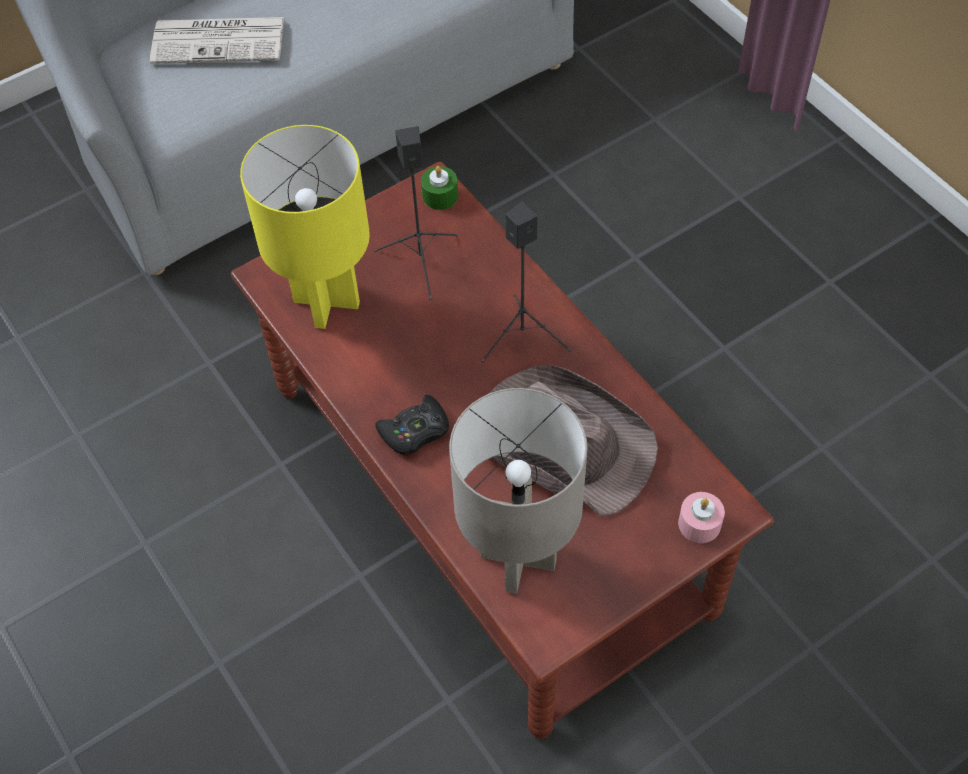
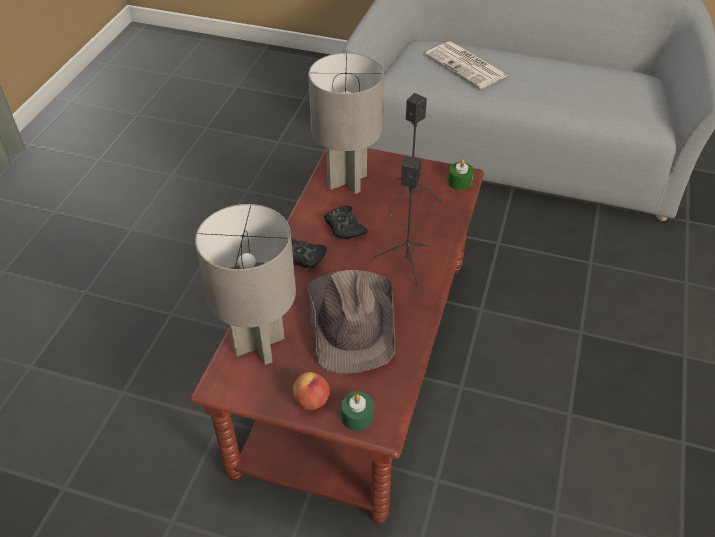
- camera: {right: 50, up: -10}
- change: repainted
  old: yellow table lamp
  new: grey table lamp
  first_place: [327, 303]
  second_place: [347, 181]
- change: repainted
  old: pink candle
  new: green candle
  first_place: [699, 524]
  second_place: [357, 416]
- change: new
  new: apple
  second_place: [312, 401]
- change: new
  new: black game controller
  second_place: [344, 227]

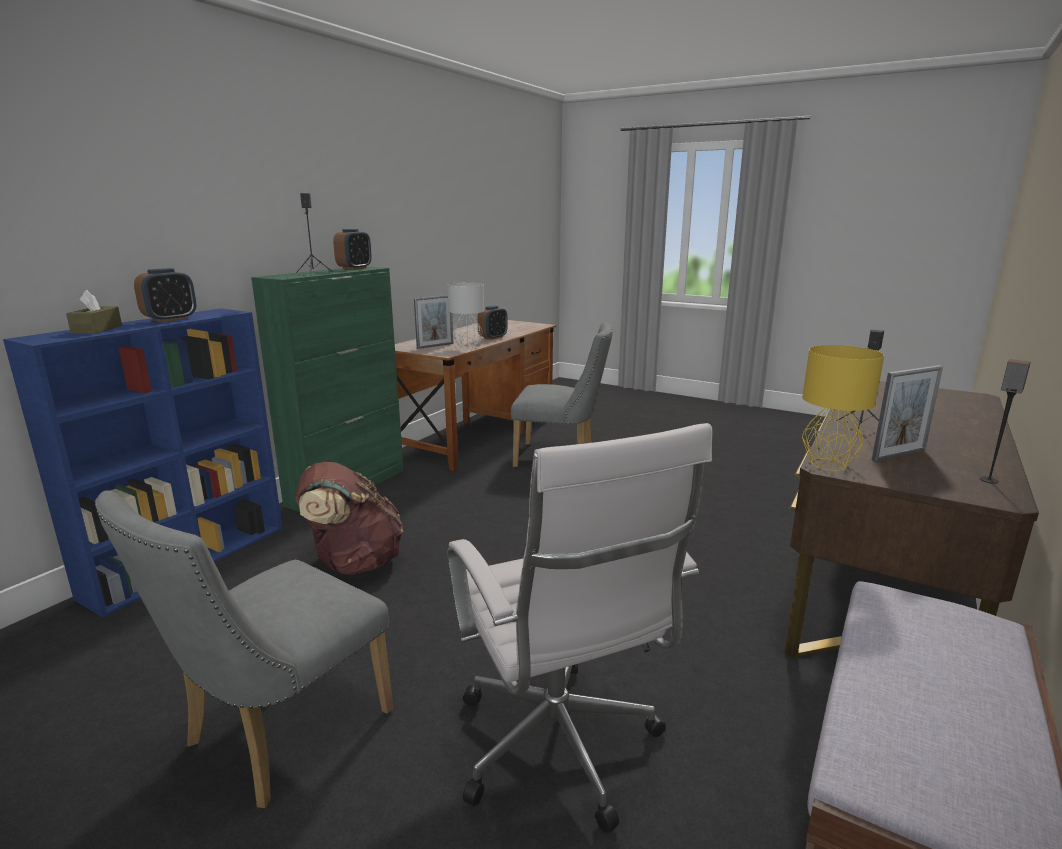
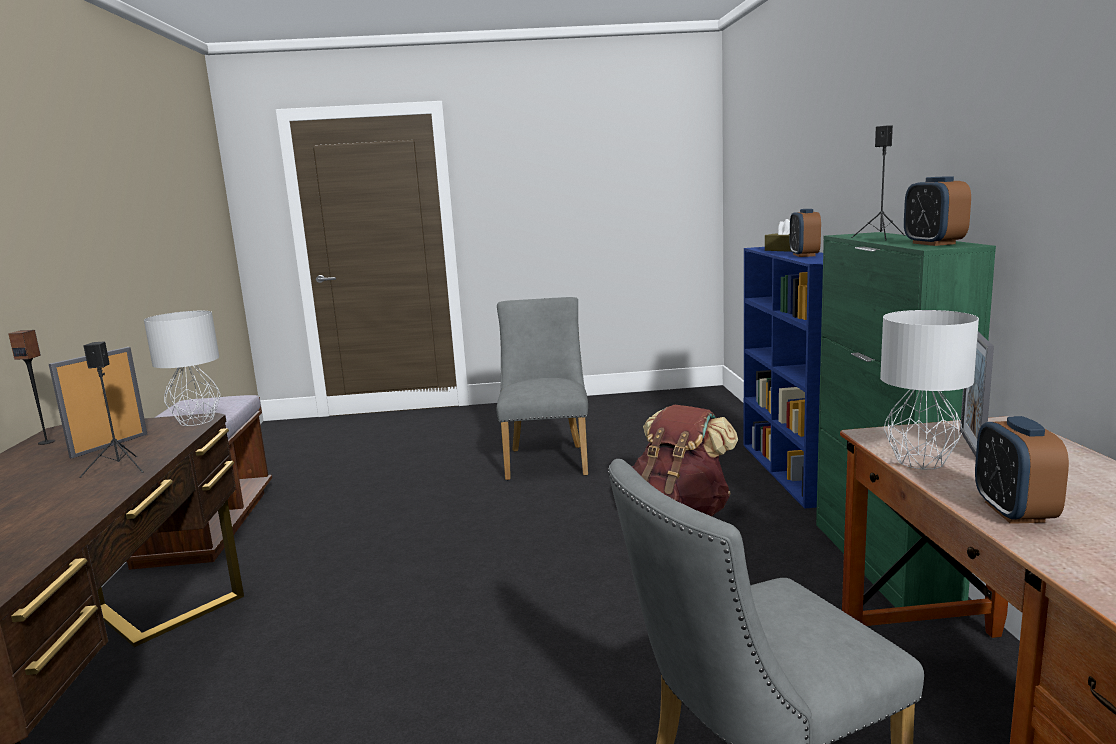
- camera: {right: 145, up: -5}
- change: gone
  old: white office chair
  first_place: [560, 750]
- change: repainted
  old: yellow table lamp
  new: grey table lamp
  first_place: [829, 464]
  second_place: [195, 421]

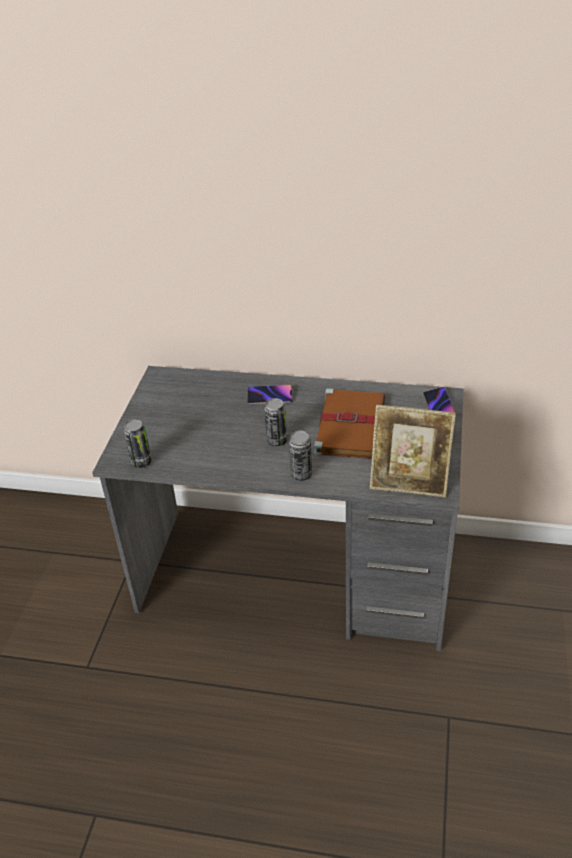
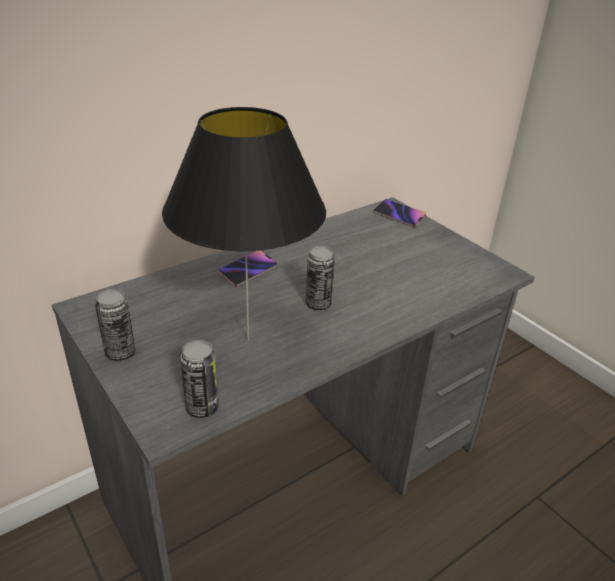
- camera: {right: -50, up: -5}
- change: shifted
  old: can
  first_place: [301, 474]
  second_place: [120, 353]
- change: gone
  old: brown book
  first_place: [350, 425]
- change: gone
  old: picture frame
  first_place: [409, 483]
- change: new
  new: black table lamp
  second_place: [249, 340]

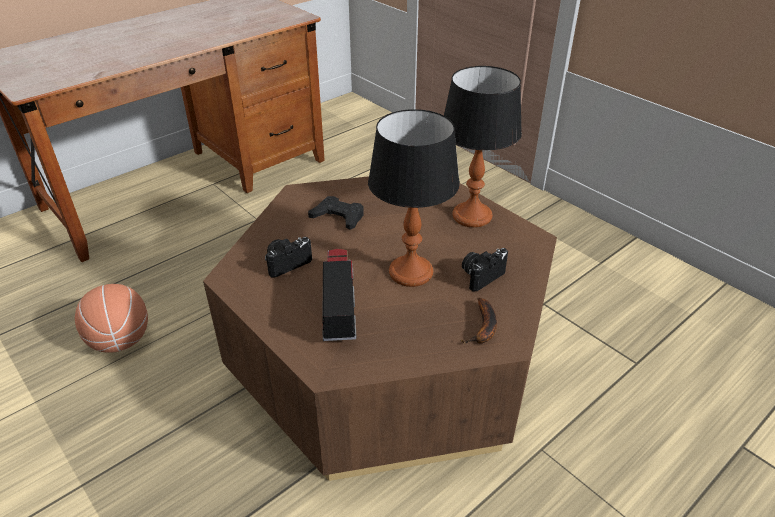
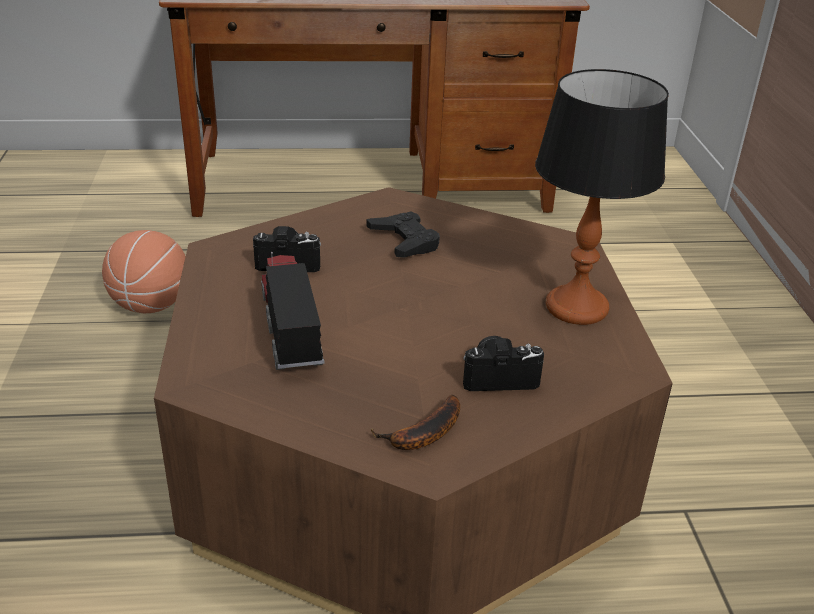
- camera: {right: 35, up: -5}
- change: rotated
  old: toy truck
  first_place: [339, 303]
  second_place: [290, 326]
  degrees: -45
- change: gone
  old: table lamp
  first_place: [410, 273]

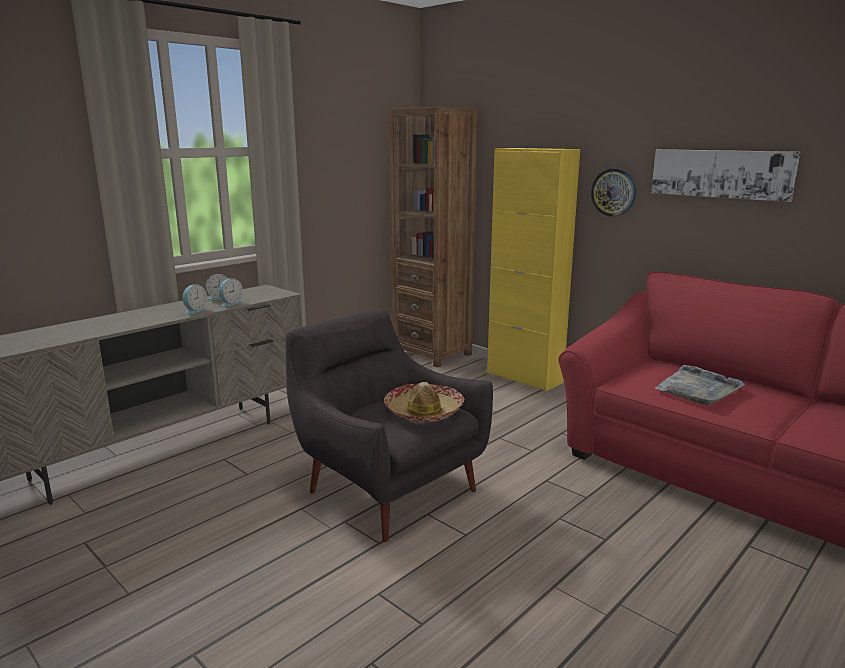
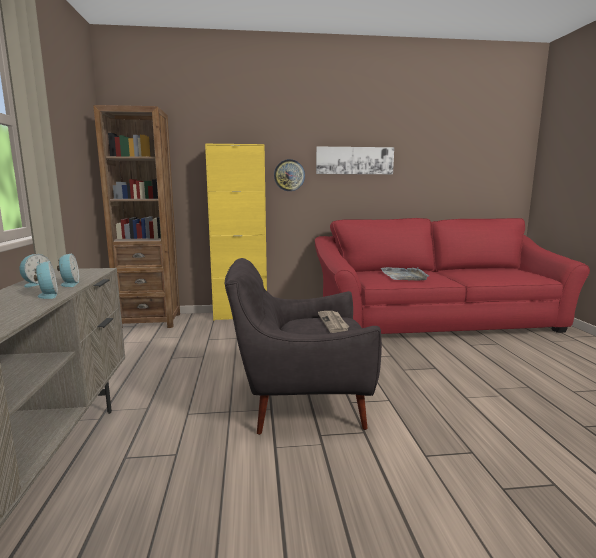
- camera: {right: -50, up: -5}
- change: swapped
  old: hat
  new: newspaper
  first_place: [424, 411]
  second_place: [333, 323]

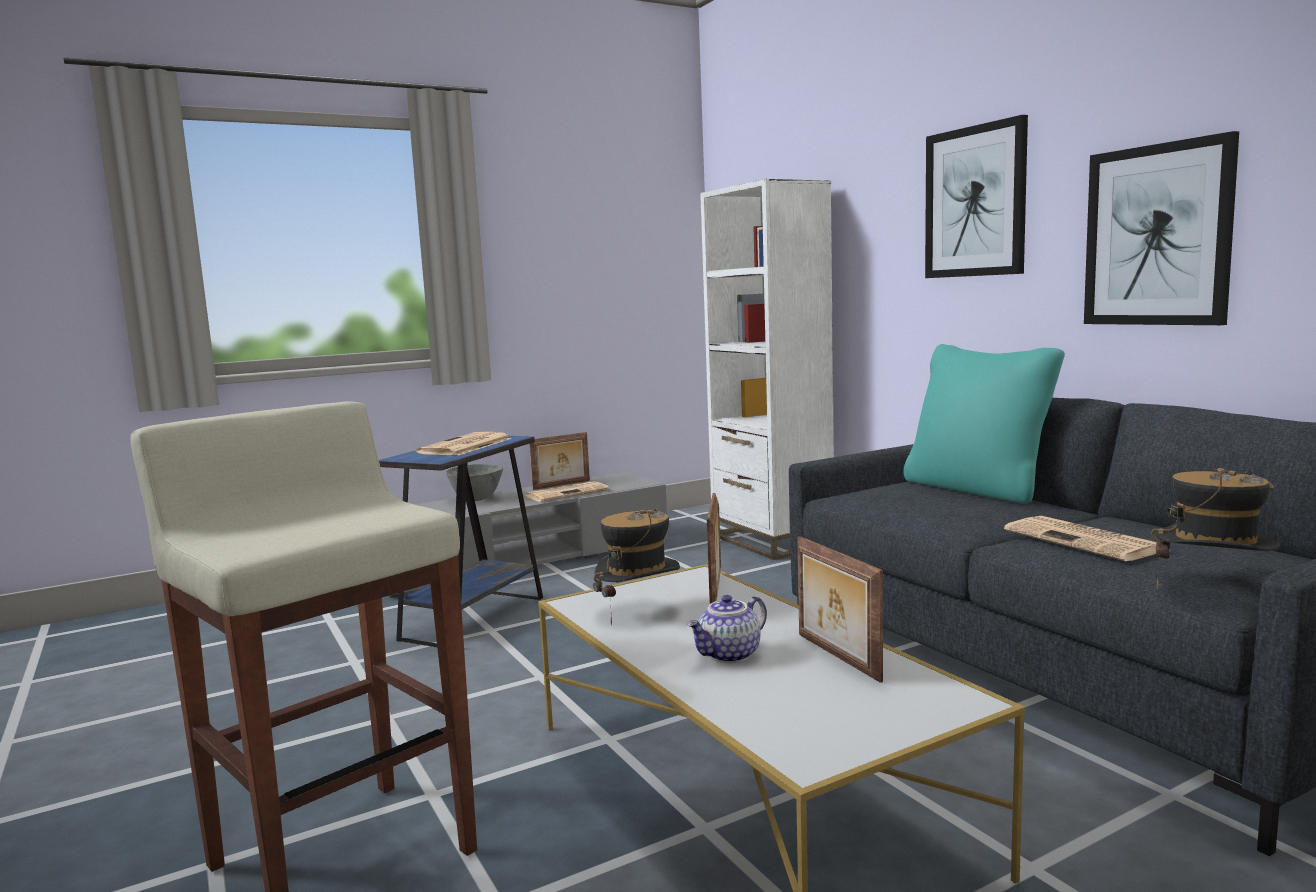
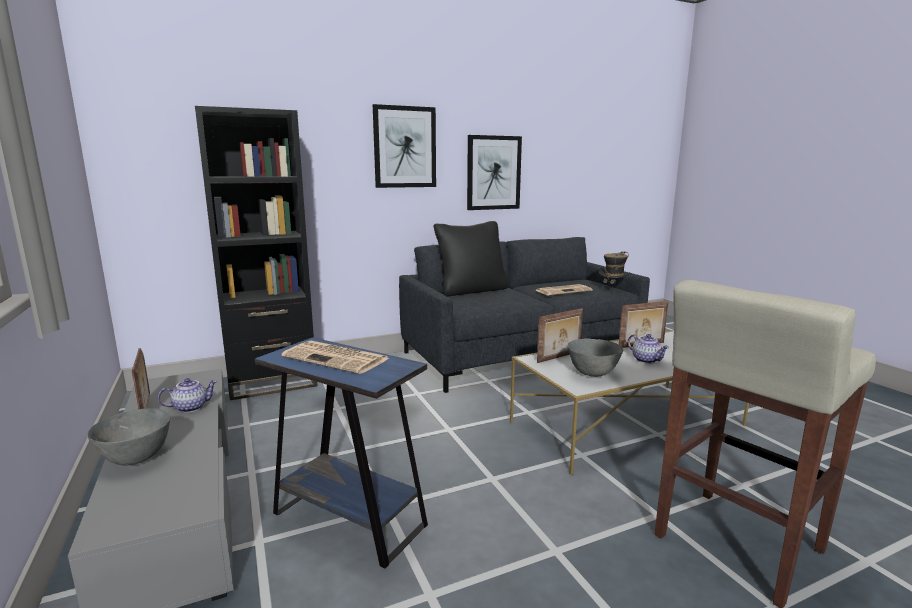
- camera: {right: -85, up: 5}
- change: swapped
  old: newspaper
  new: teapot
  first_place: [567, 493]
  second_place: [191, 407]
- change: swapped
  old: hat
  new: grey bowl
  first_place: [639, 611]
  second_place: [592, 374]
- change: repainted
  old: white bookcase
  new: black bookcase
  first_place: [771, 541]
  second_place: [272, 382]
- change: rotated
  old: picture frame
  first_place: [716, 591]
  second_place: [559, 357]
  degrees: 135
- change: repainted
  old: turquoise pillow
  new: black pillow
  first_place: [977, 488]
  second_place: [471, 290]

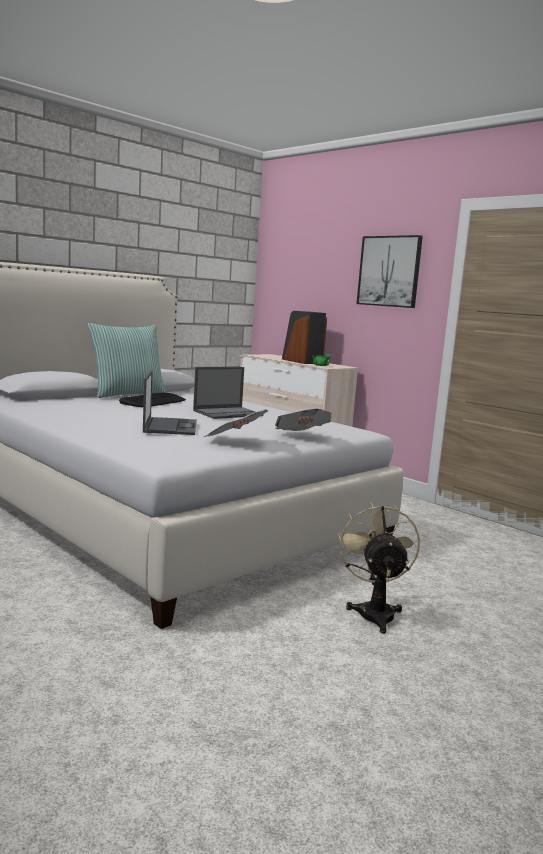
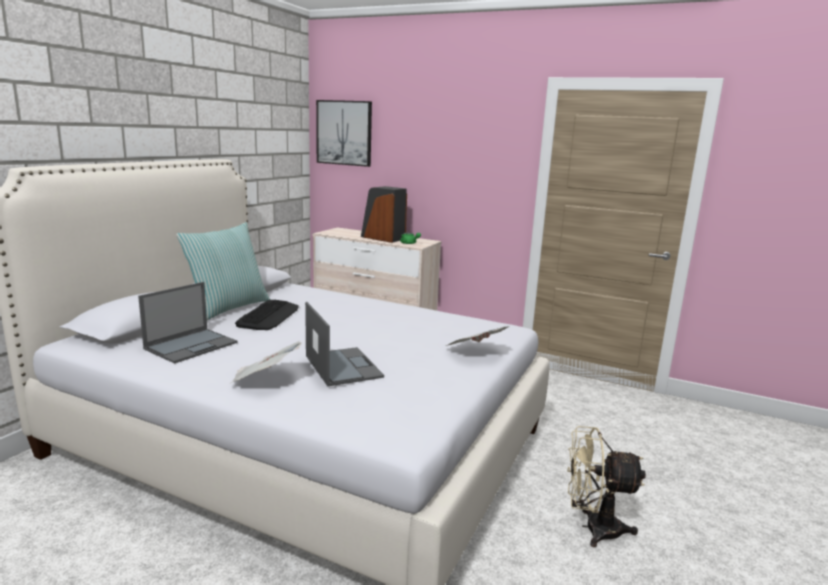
- camera: {right: -20, up: 5}
- change: shifted
  old: laptop
  first_place: [228, 413]
  second_place: [192, 345]
- change: shifted
  old: newspaper
  first_place: [234, 440]
  second_place: [265, 379]
- change: rotated
  old: beige fan
  first_place: [374, 612]
  second_place: [593, 528]
  degrees: -60
- change: shifted
  old: picture
  first_place: [389, 271]
  second_place: [344, 133]

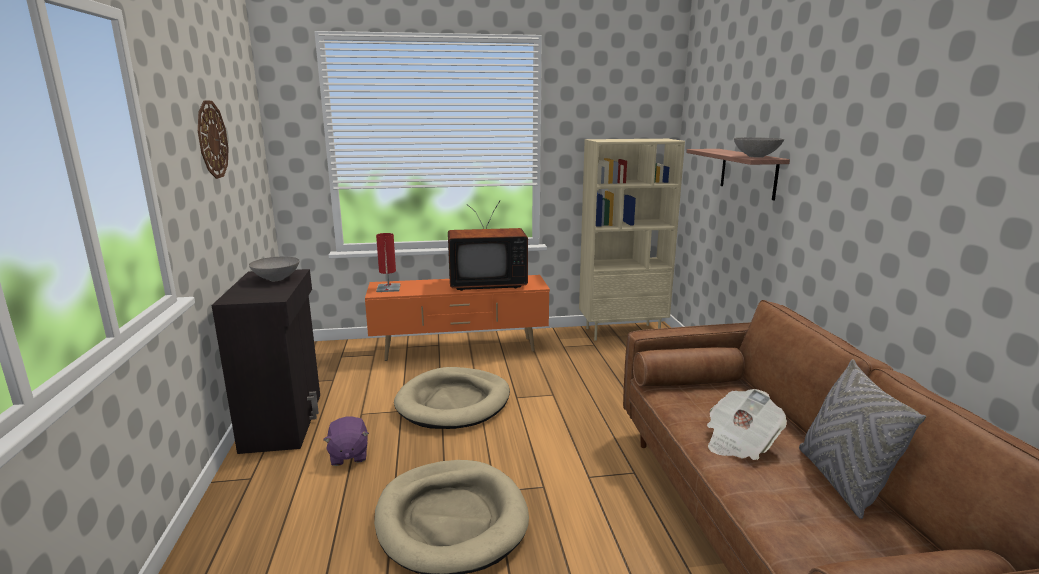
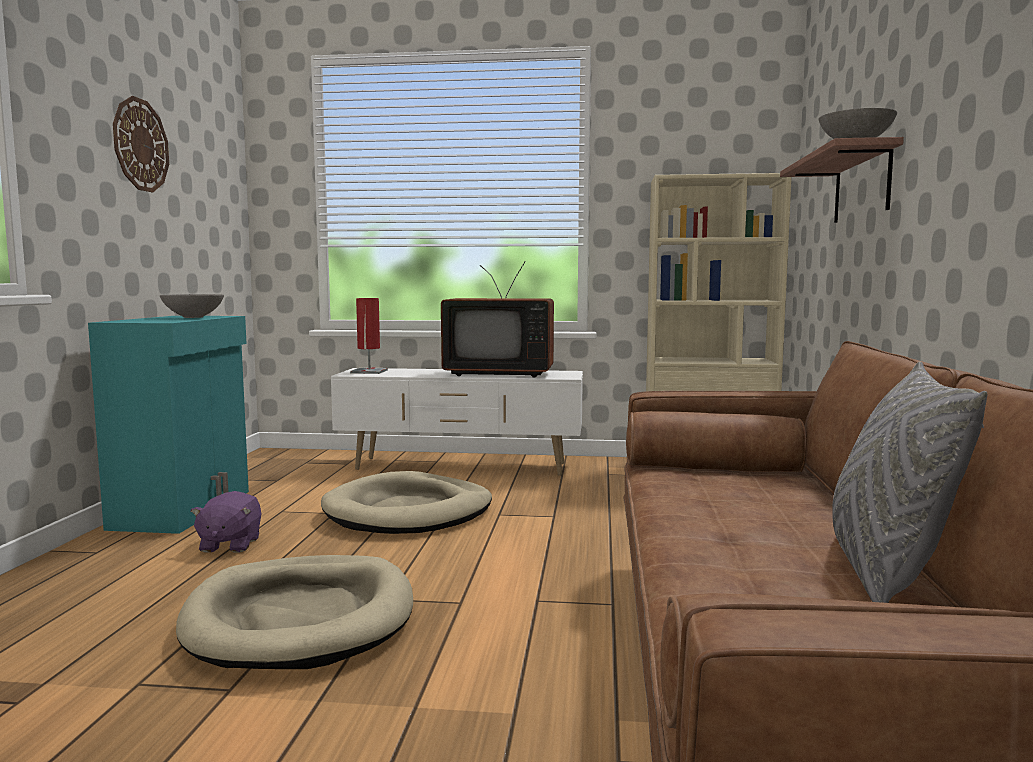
- camera: {right: 15, up: -10}
- change: repainted
  old: black cabinet
  new: turquoise cabinet
  first_place: [284, 421]
  second_place: [185, 509]
- change: repainted
  old: orange tv stand
  new: white tv stand
  first_place: [460, 349]
  second_place: [461, 467]
- change: gone
  old: newspaper
  first_place: [739, 442]

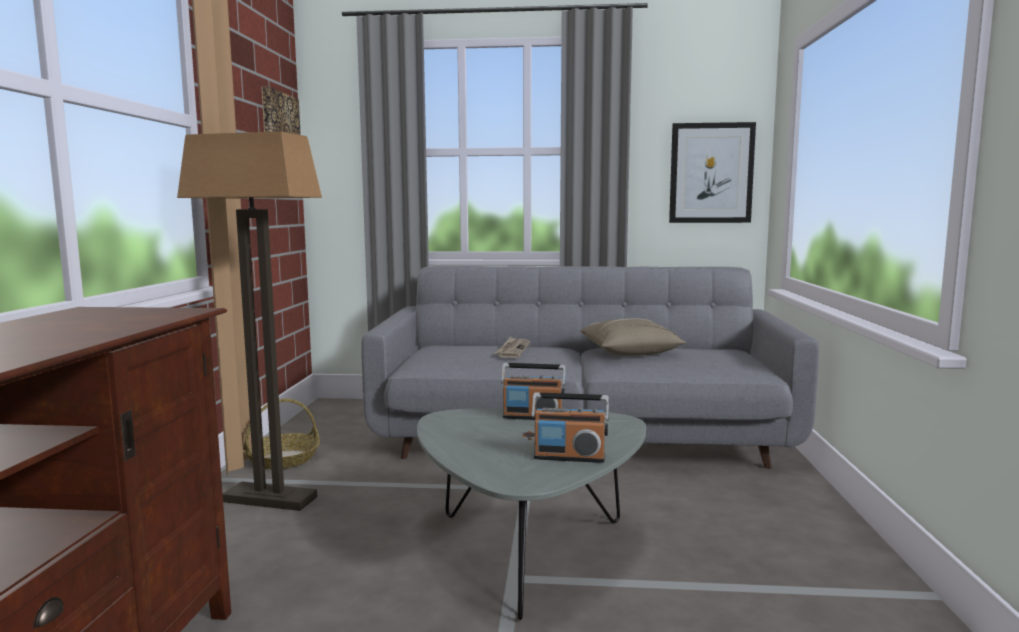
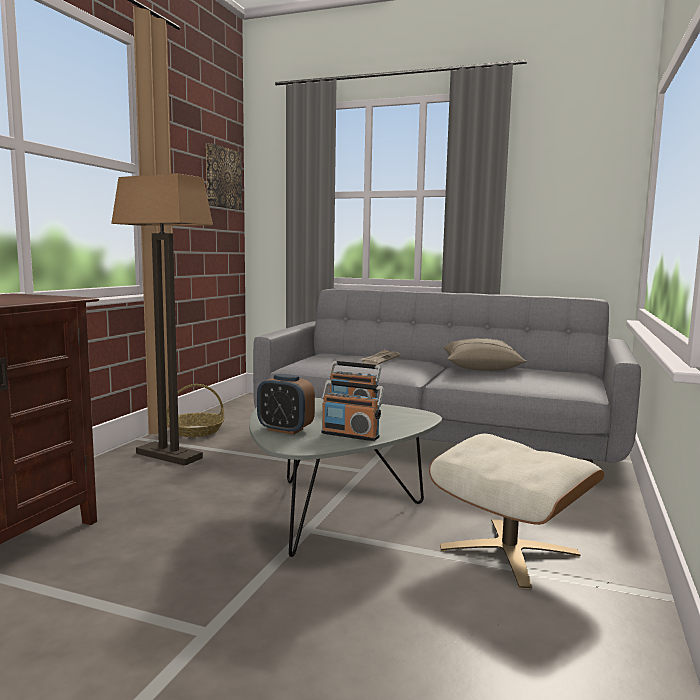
- camera: {right: 15, up: 0}
- change: gone
  old: picture
  first_place: [711, 173]
- change: new
  new: alarm clock
  second_place: [285, 430]
- change: new
  new: beige ottoman
  second_place: [509, 551]

